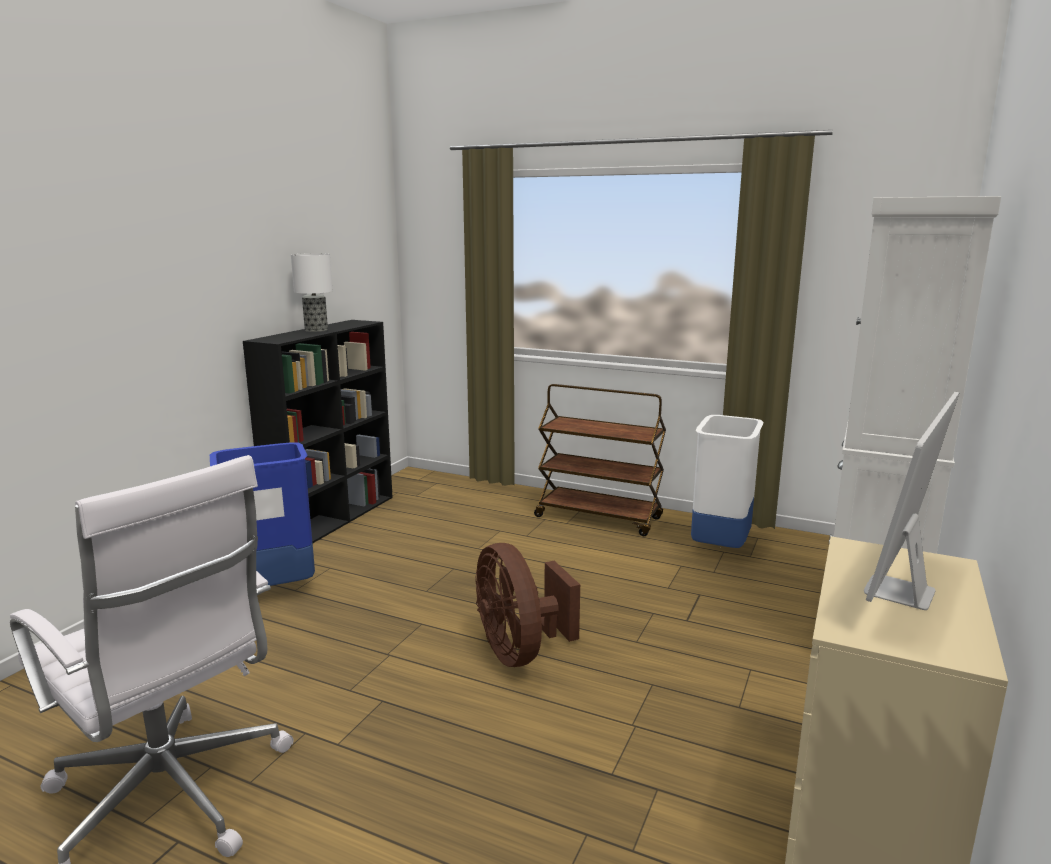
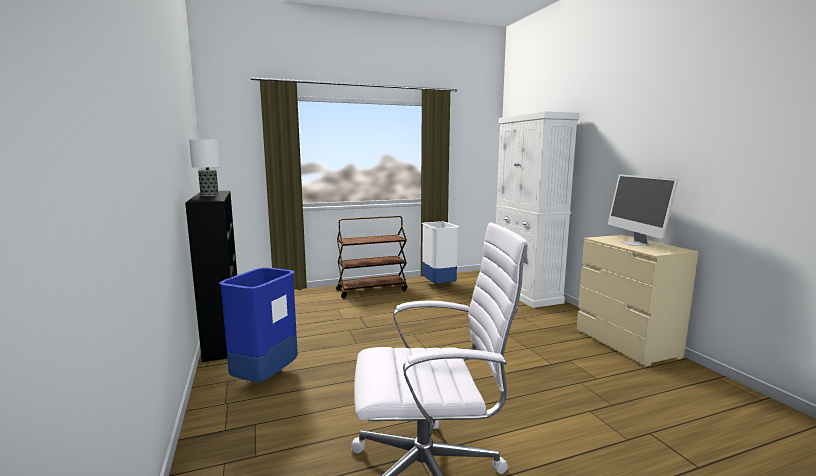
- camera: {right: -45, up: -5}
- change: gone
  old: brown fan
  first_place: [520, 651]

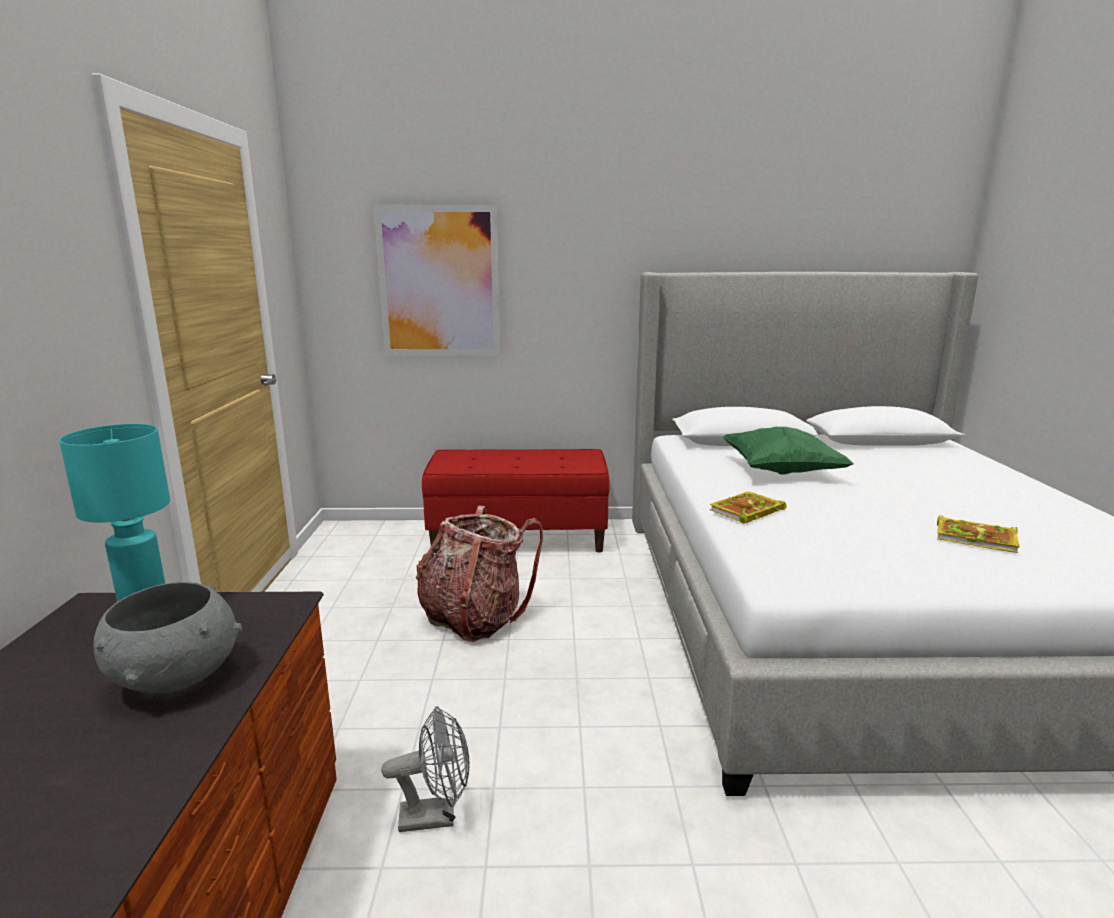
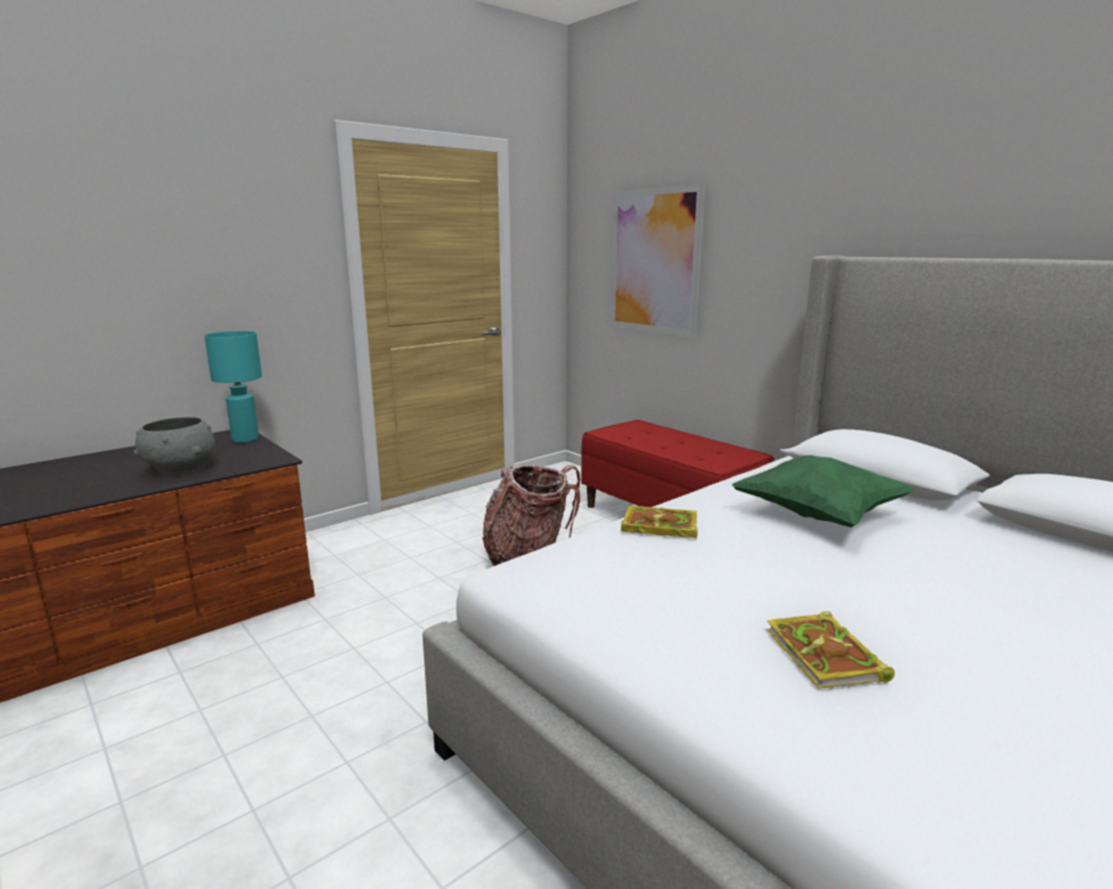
- camera: {right: 50, up: 0}
- change: gone
  old: grey fan
  first_place: [436, 816]

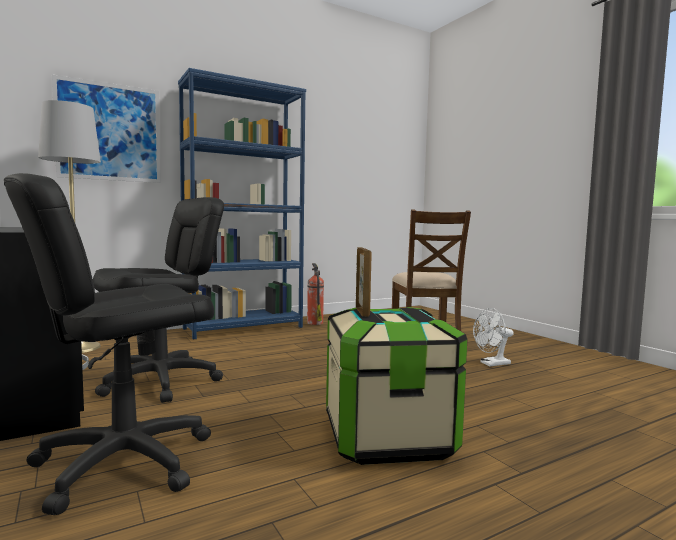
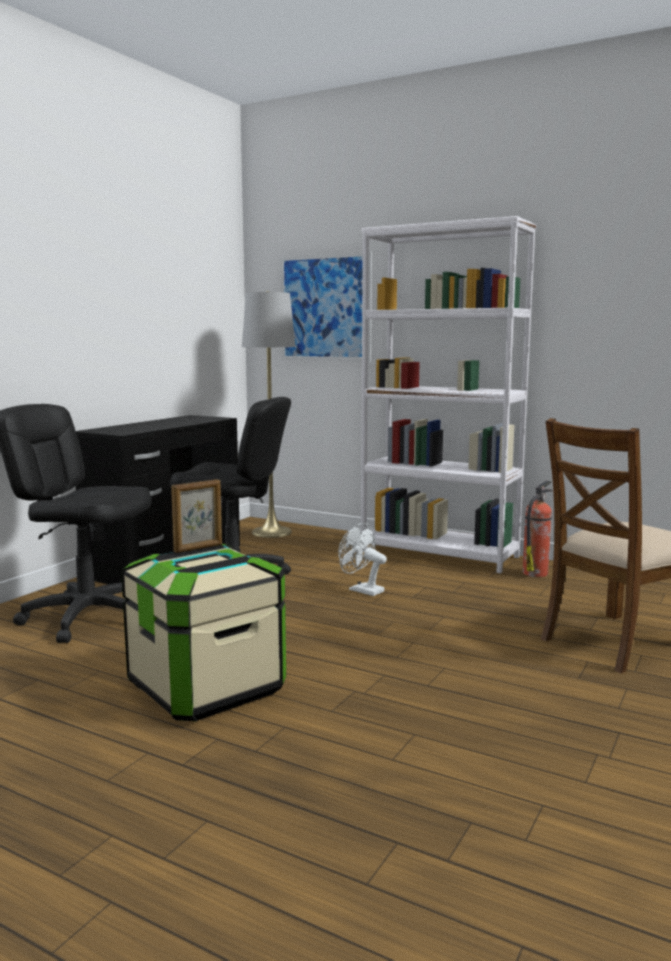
- camera: {right: 60, up: 5}
- change: repainted
  old: blue bookcase
  new: white bookcase
  first_place: [244, 328]
  second_place: [439, 554]
- change: shifted
  old: white fan
  first_place: [491, 364]
  second_place: [361, 590]

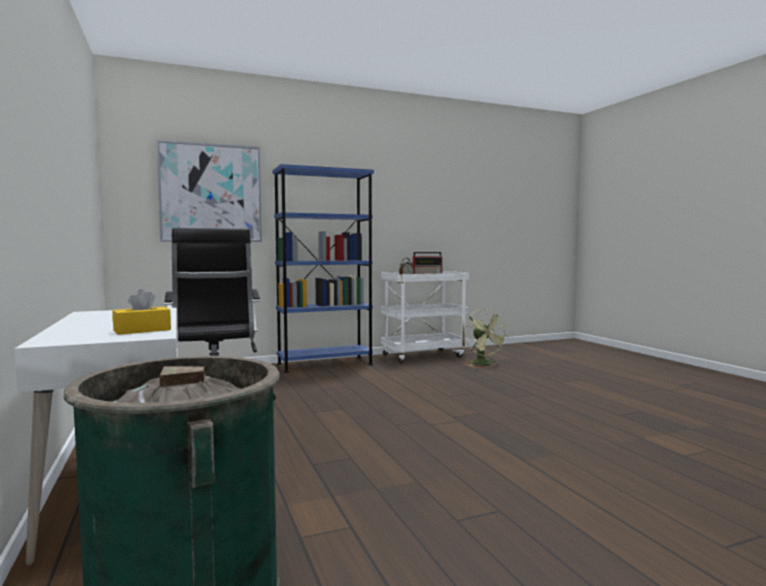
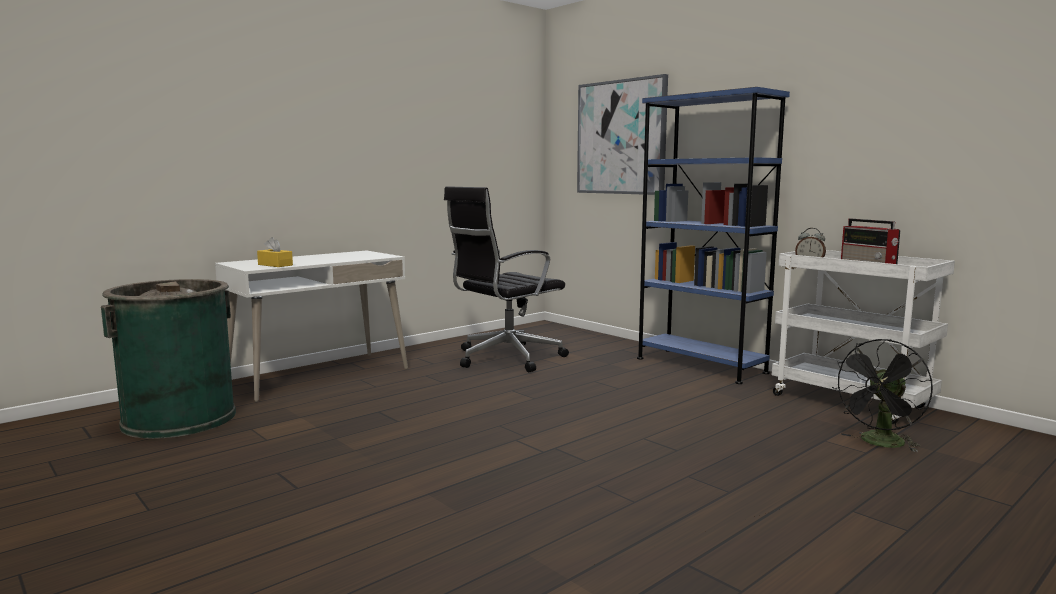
- camera: {right: 70, up: 5}
- change: repainted
  old: green fan
  new: black fan
  first_place: [484, 364]
  second_place: [880, 444]

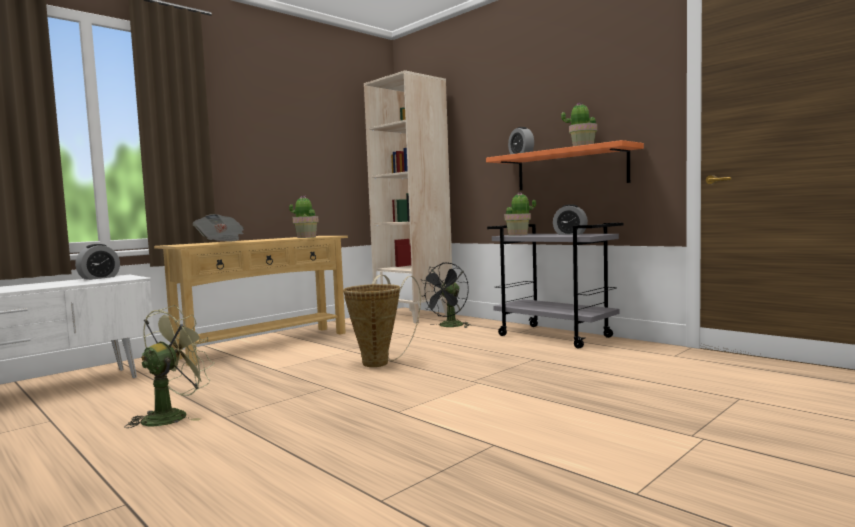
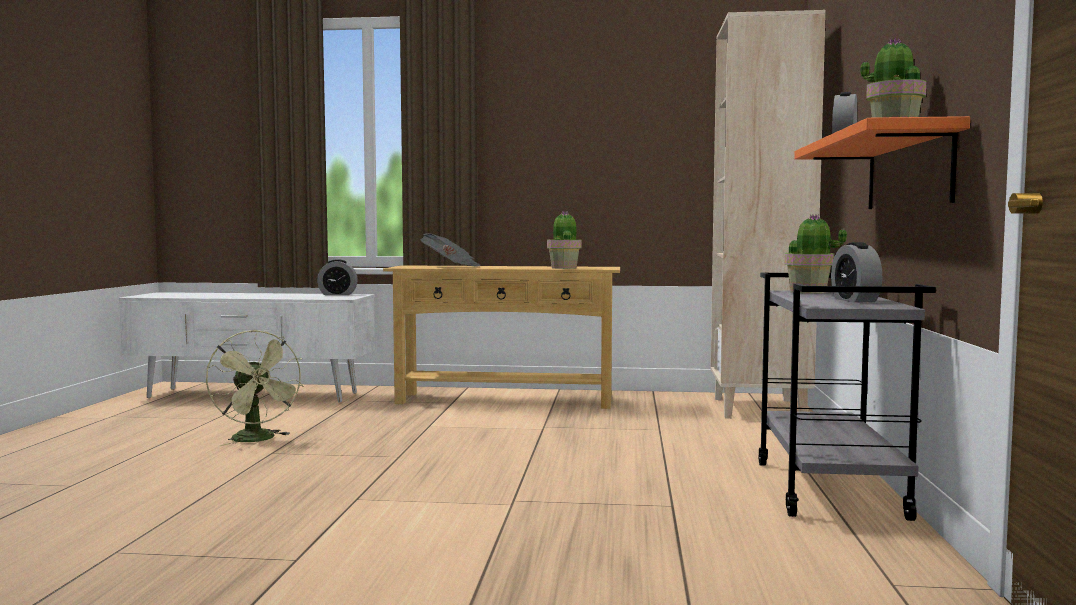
- camera: {right: 50, up: 0}
- change: rotated
  old: green fan
  first_place: [172, 416]
  second_place: [258, 440]
  degrees: 60
- change: gone
  old: basket
  first_place: [380, 362]
- change: gone
  old: black fan
  first_place: [448, 326]

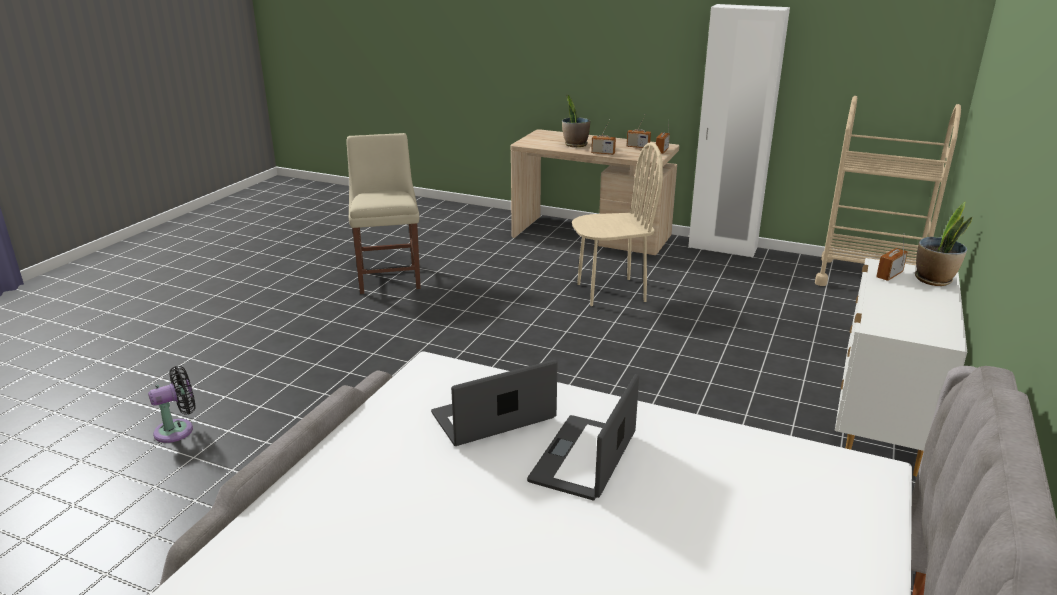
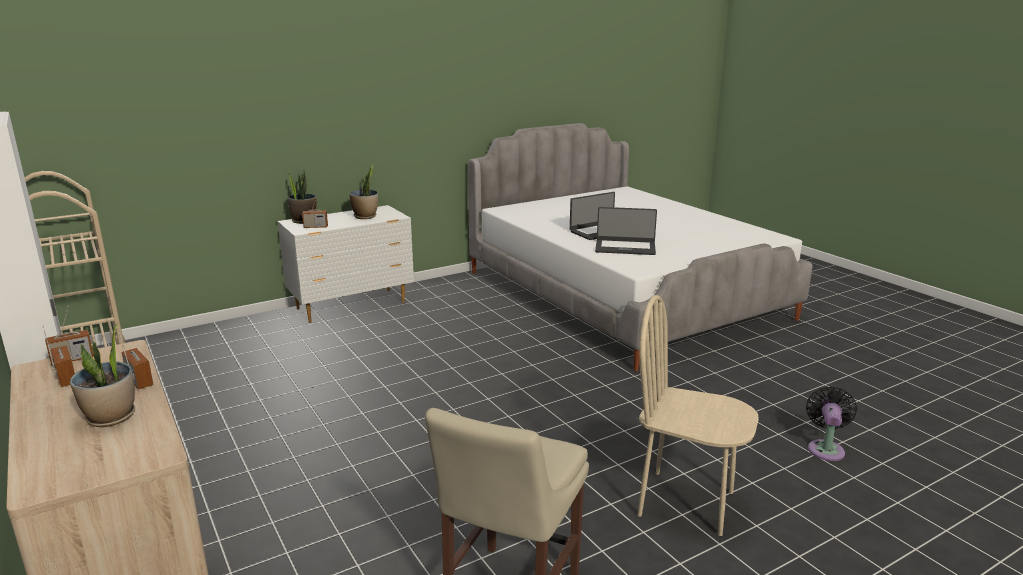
- camera: {right: -145, up: -5}
- change: rotated
  old: black fan
  first_place: [178, 430]
  second_place: [825, 448]
  degrees: 105
- change: shifted
  old: beige chair
  first_place: [611, 292]
  second_place: [686, 503]
- change: new
  new: potted plant
  second_place: [365, 216]

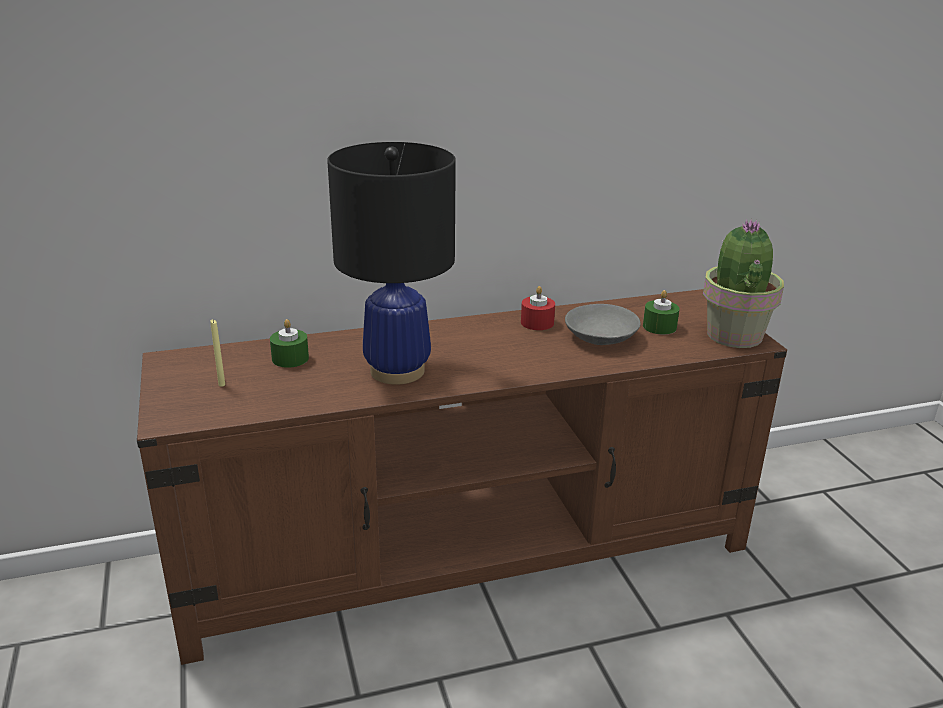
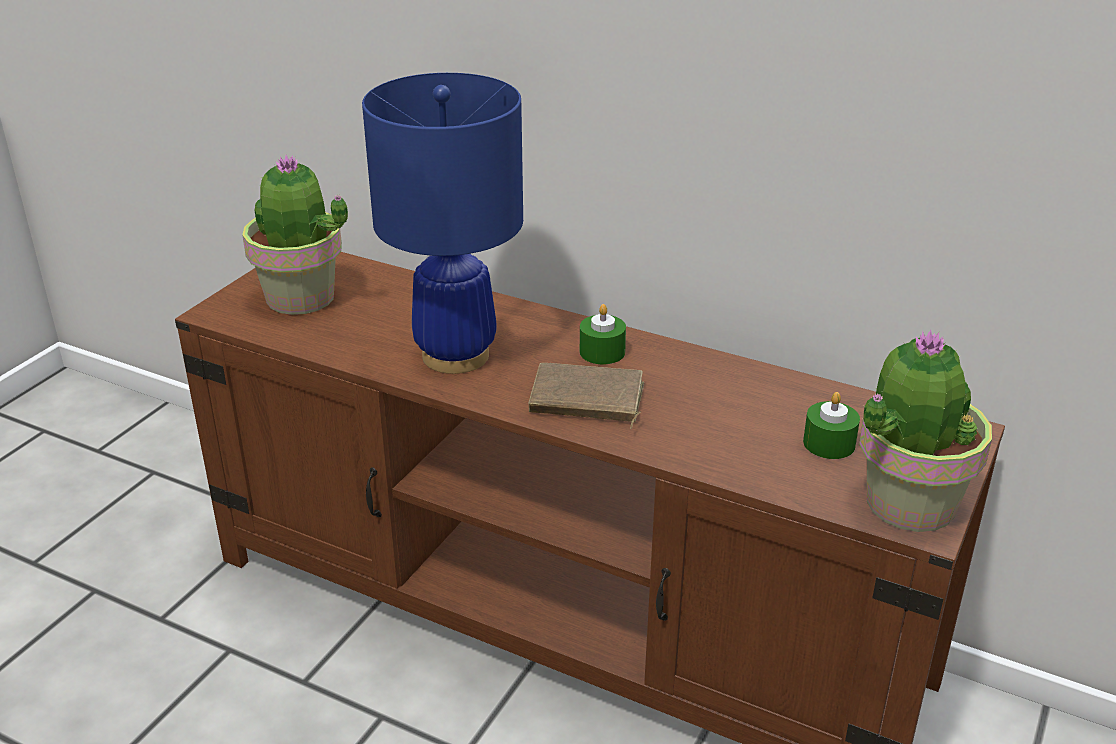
- camera: {right: 45, up: 5}
- change: swapped
  old: yellow candle
  new: potted plant
  first_place: [222, 385]
  second_place: [301, 298]
- change: shifted
  old: green candle
  first_place: [290, 358]
  second_place: [602, 352]
- change: repainted
  old: black table lamp
  new: blue table lamp
  first_place: [397, 370]
  second_place: [456, 355]
- change: gone
  old: red candle
  first_place: [537, 322]
- change: gone
  old: grey bowl
  first_place: [600, 337]
- change: new
  new: brown book
  second_place: [586, 401]

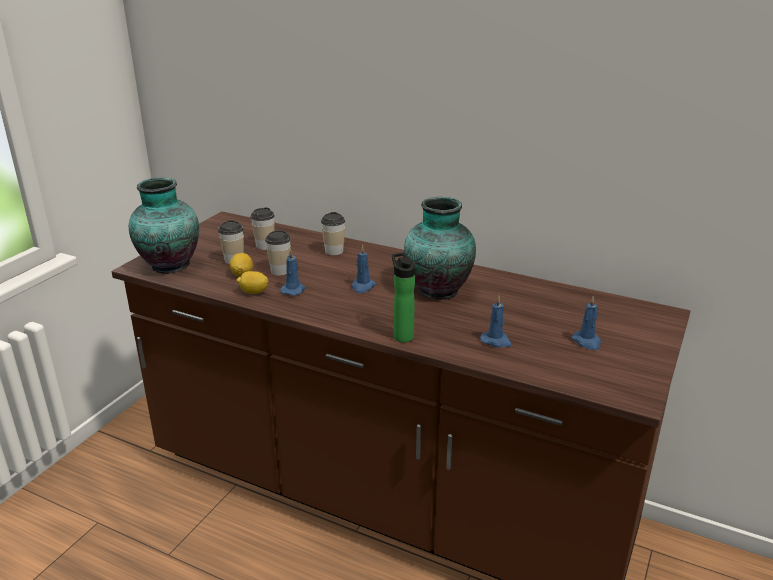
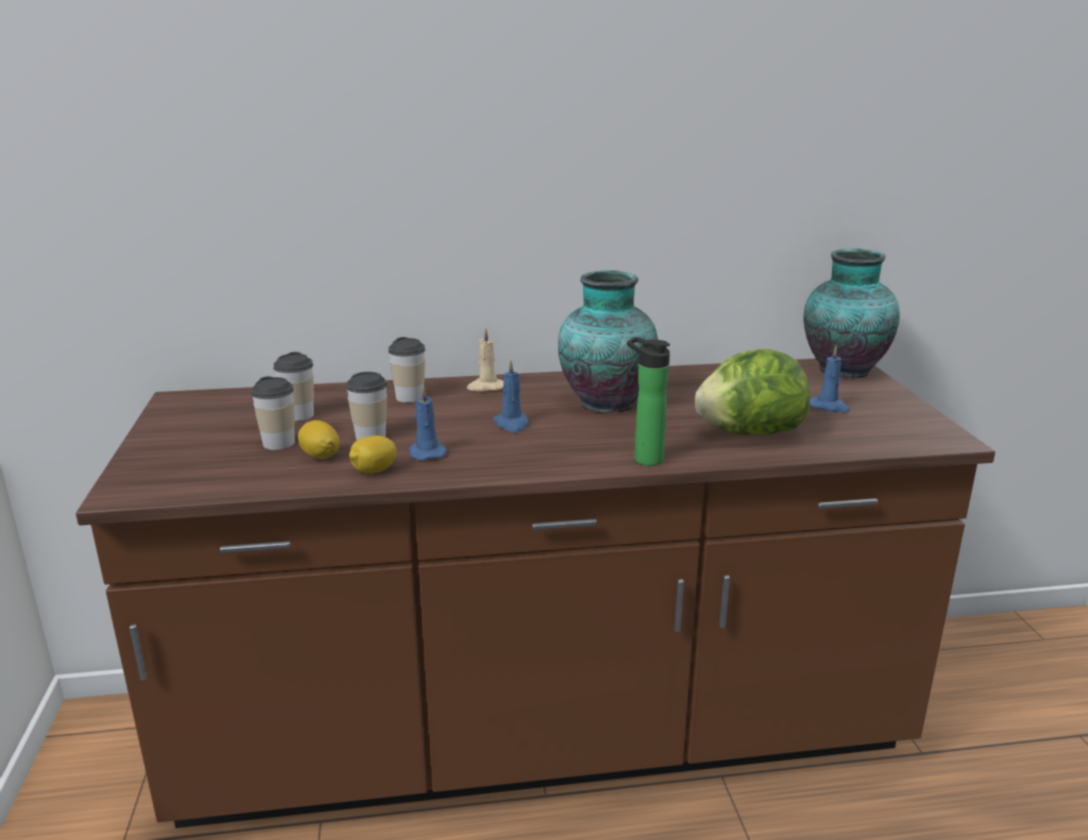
- camera: {right: -35, up: -5}
- change: shifted
  old: vase
  first_place: [168, 265]
  second_place: [842, 370]
- change: swapped
  old: blue candle
  new: lettuce
  first_place: [496, 341]
  second_place: [749, 433]
- change: new
  new: beige candle
  second_place: [485, 387]

